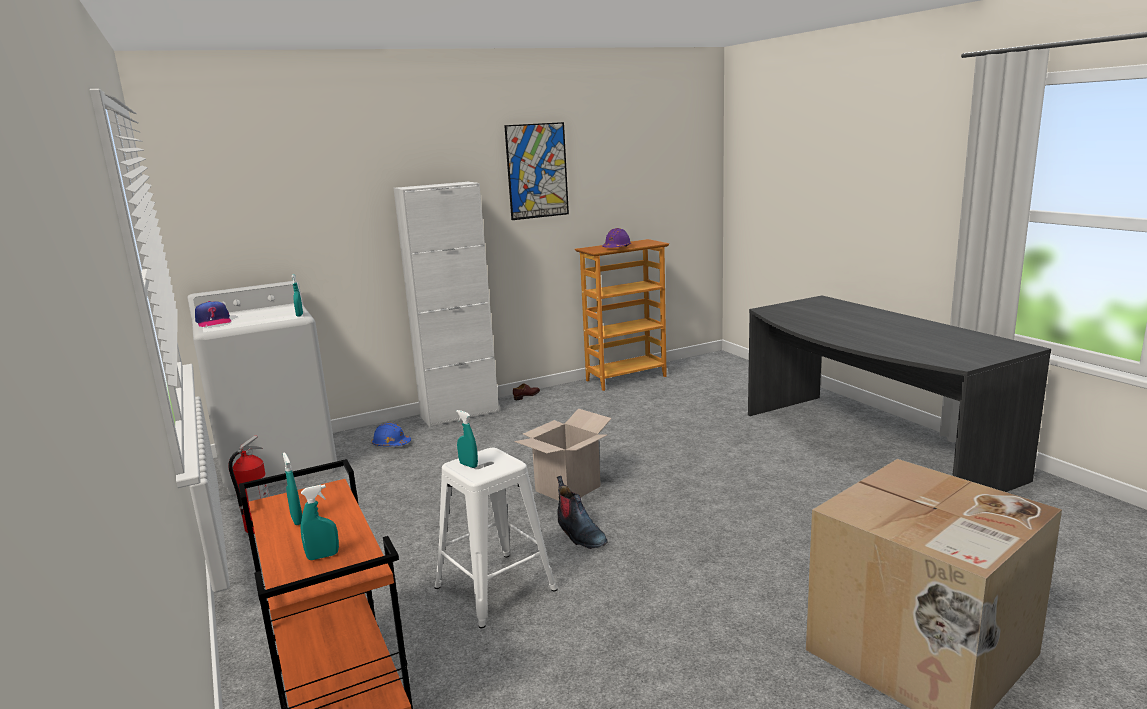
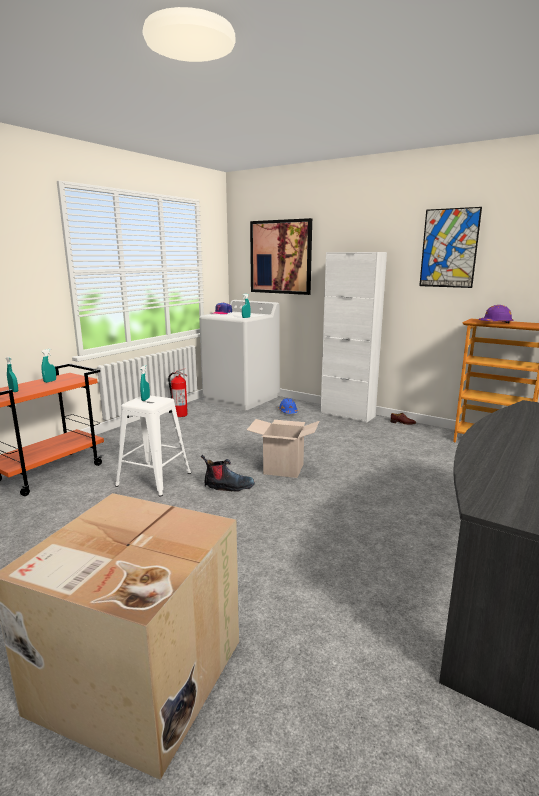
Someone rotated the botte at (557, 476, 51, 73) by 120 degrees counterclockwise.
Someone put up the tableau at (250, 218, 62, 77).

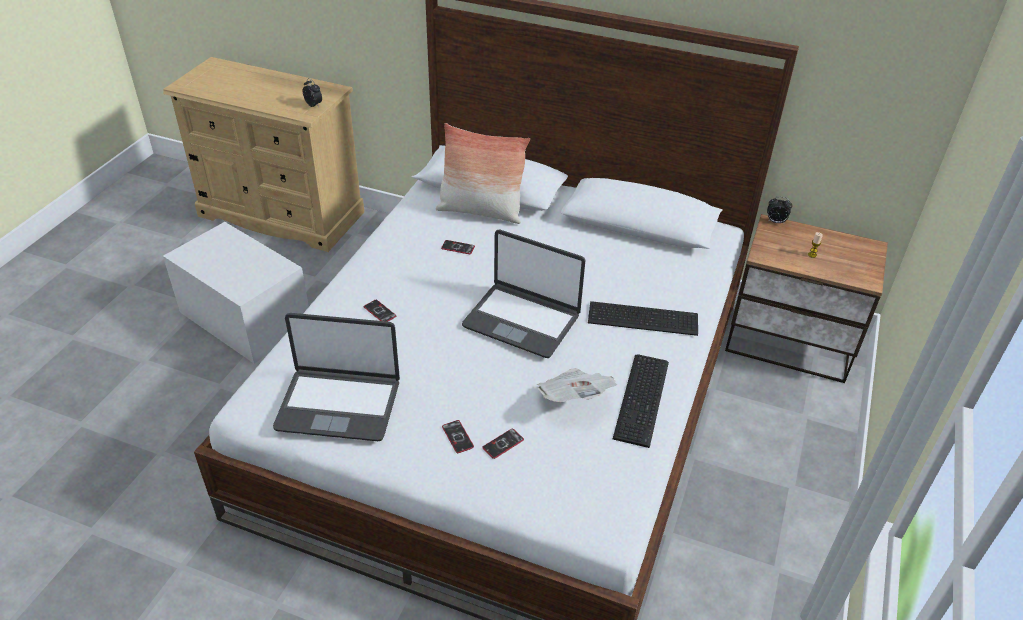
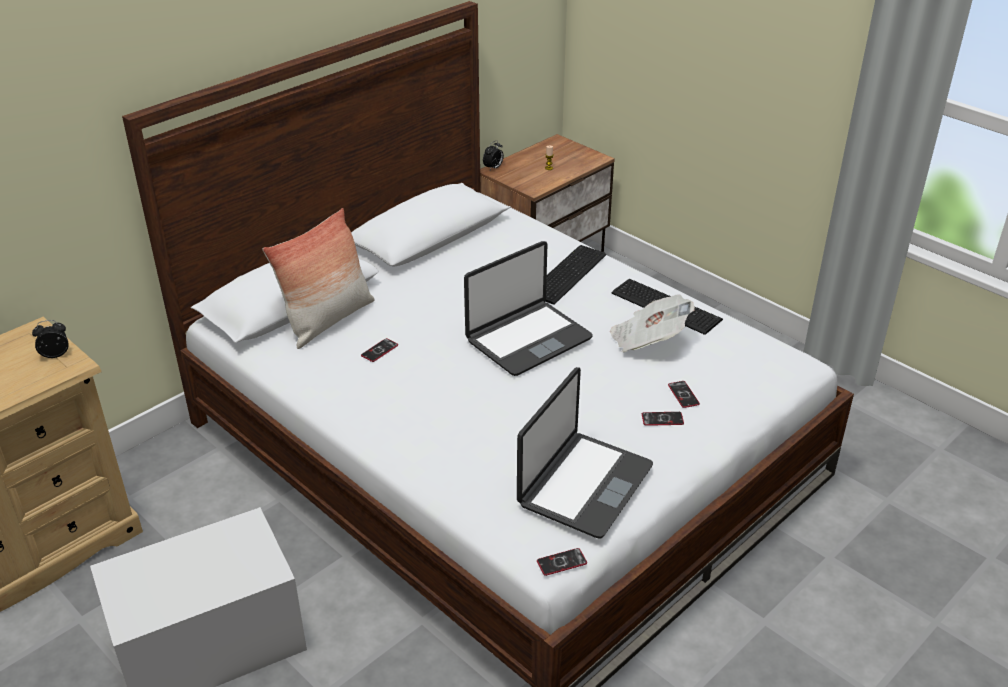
Someone carried the téléphone from (364, 300, 32, 22) to (537, 548, 50, 28).

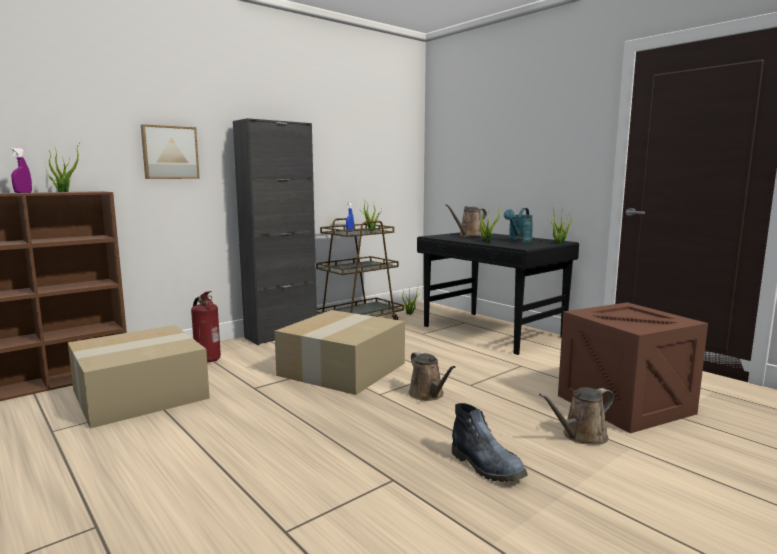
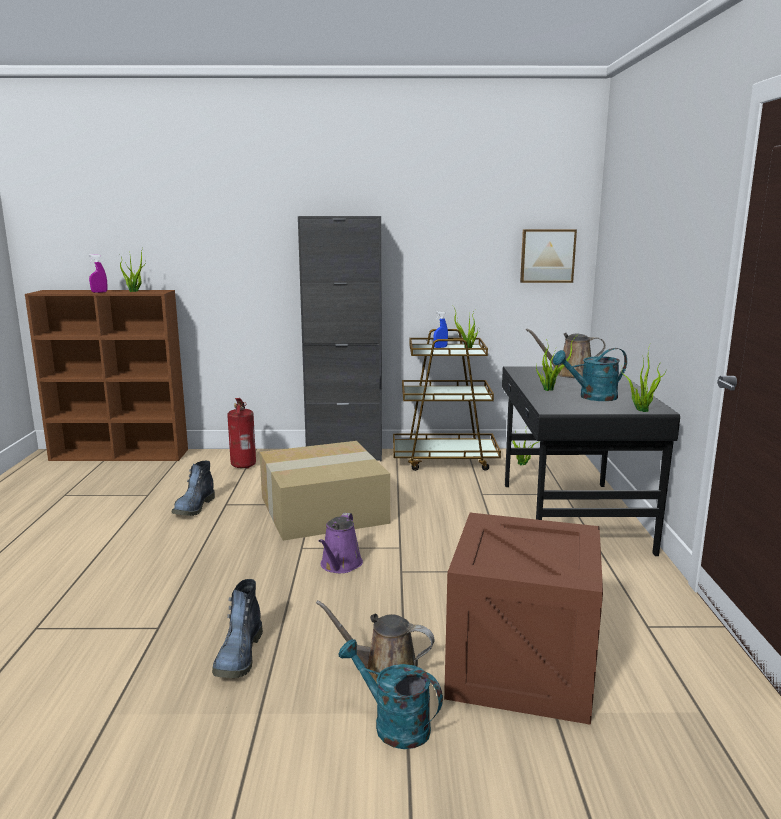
Someone put down the botte at (172, 461, 43, 55).
Someone repainted the arrosoir (marron) at (409, 352, 47, 49), which became the arrosoir (violet) at (319, 513, 44, 60).
Someone put down the arrosoir (turquoise) at (338, 639, 105, 110).
Someone carried the tableau from (141, 124, 59, 55) to (520, 229, 57, 54).
Someone took away the carton at (68, 325, 142, 103).

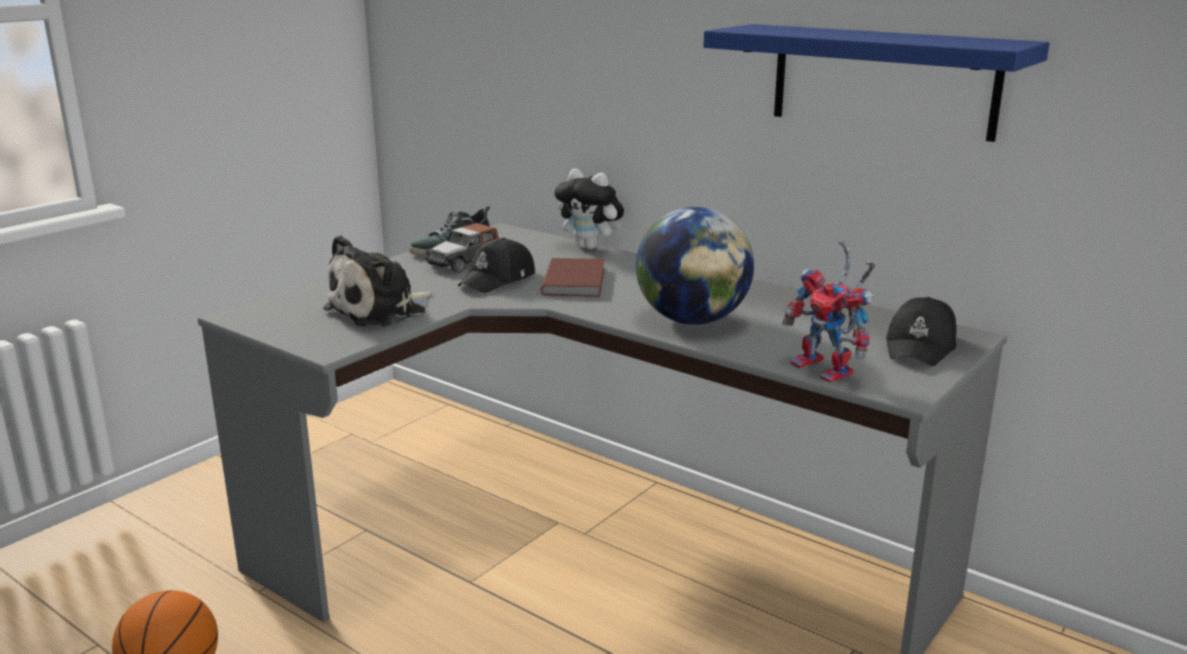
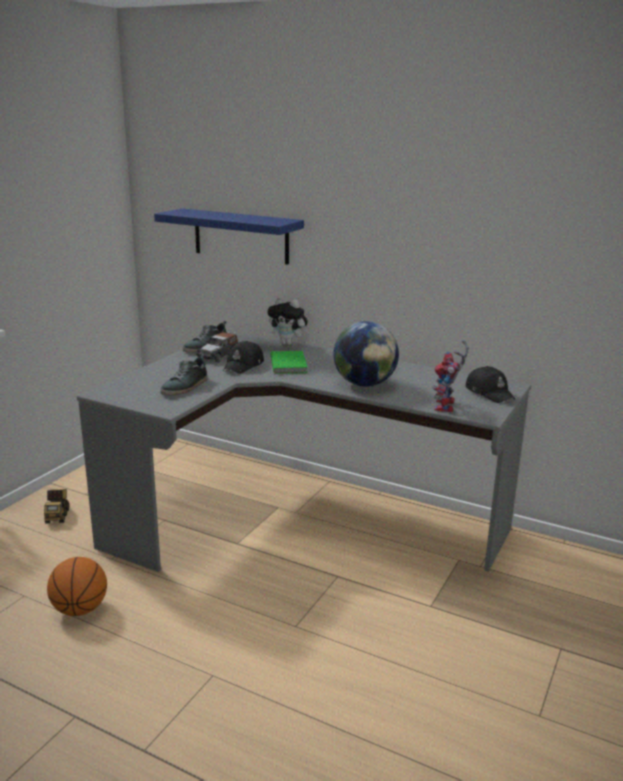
Someone put down the camion jouet at (44, 489, 25, 34).
Someone carried the étagère (bleu) from (703, 24, 347, 118) to (154, 208, 150, 56).
Someone swapped the peluche at (323, 235, 109, 92) for the chaussure at (160, 354, 47, 41).
Someone repainted the livre (marron) at (541, 258, 64, 39), which became the livre (vert) at (271, 351, 37, 23).
Someone rotated the robot jouet at (782, 239, 93, 144) by 60 degrees clockwise.
Someone rotated the casquette (noir) at (886, 297, 71, 69) by 45 degrees counterclockwise.

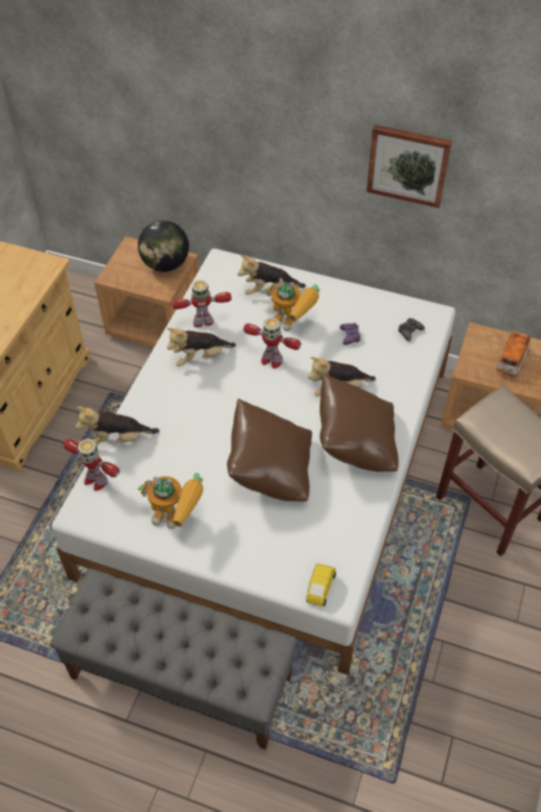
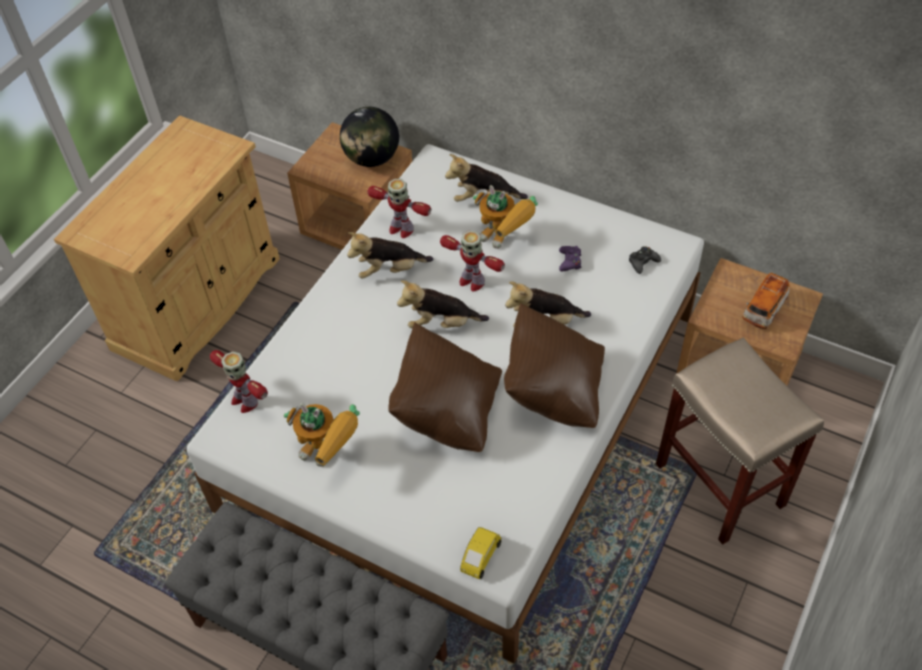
Someone rotated the robot jouet at (172, 280, 60, 47) by 150 degrees counterclockwise.
Someone carried the peluche from (75, 406, 84, 39) to (397, 280, 92, 48).
Someone took away the tableau at (367, 125, 85, 83).

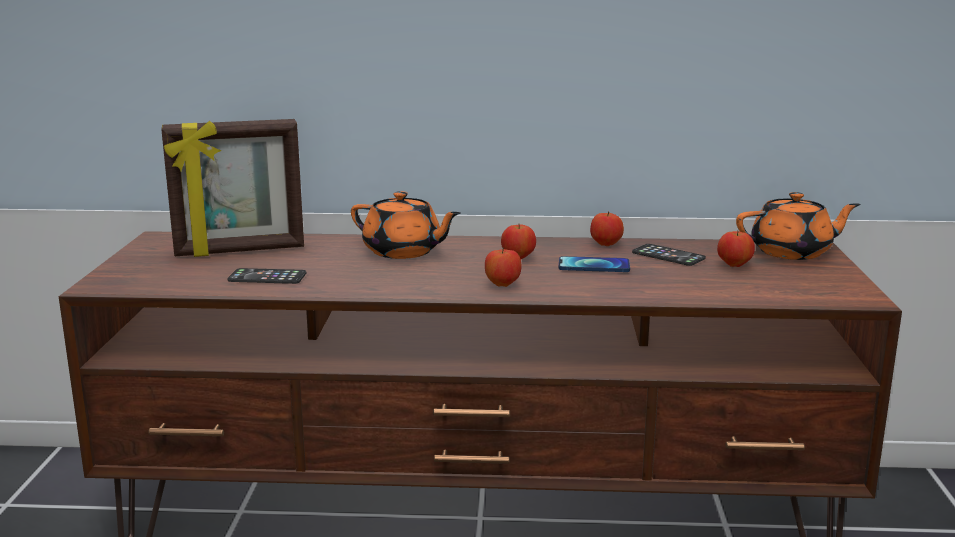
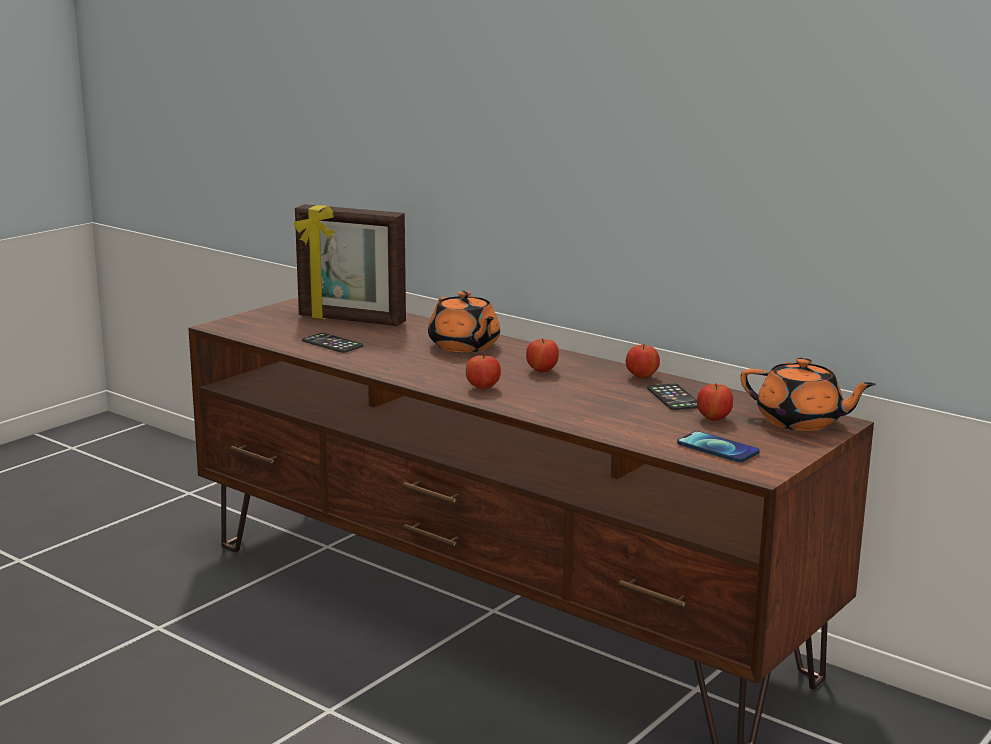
Someone carried the téléphone from (559, 256, 71, 16) to (677, 431, 83, 31).

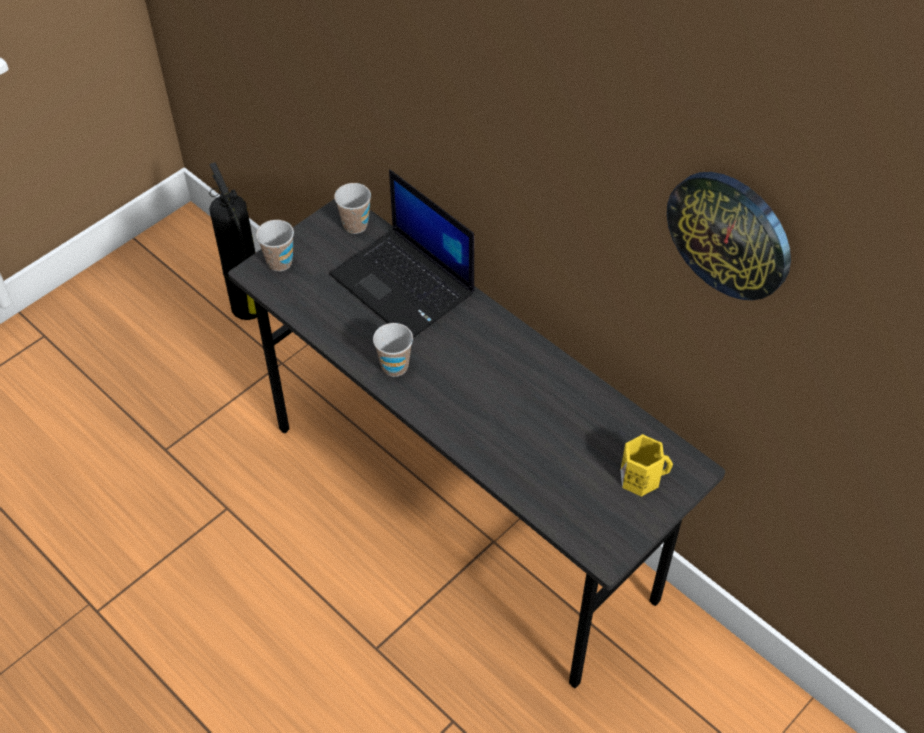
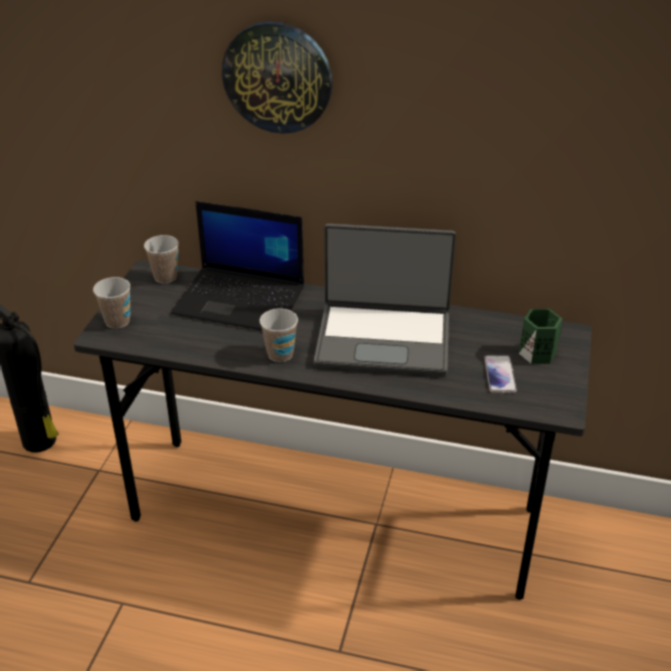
Someone carried the horloge murale from (667, 172, 124, 128) to (222, 21, 111, 113).
Someone put down the ordinateur portable at (314, 224, 142, 152).
Someone put down the téléphone at (484, 355, 33, 38).
Someone repainted the mug (jaune) at (620, 434, 53, 63), which became the mug (vert) at (519, 309, 43, 55).

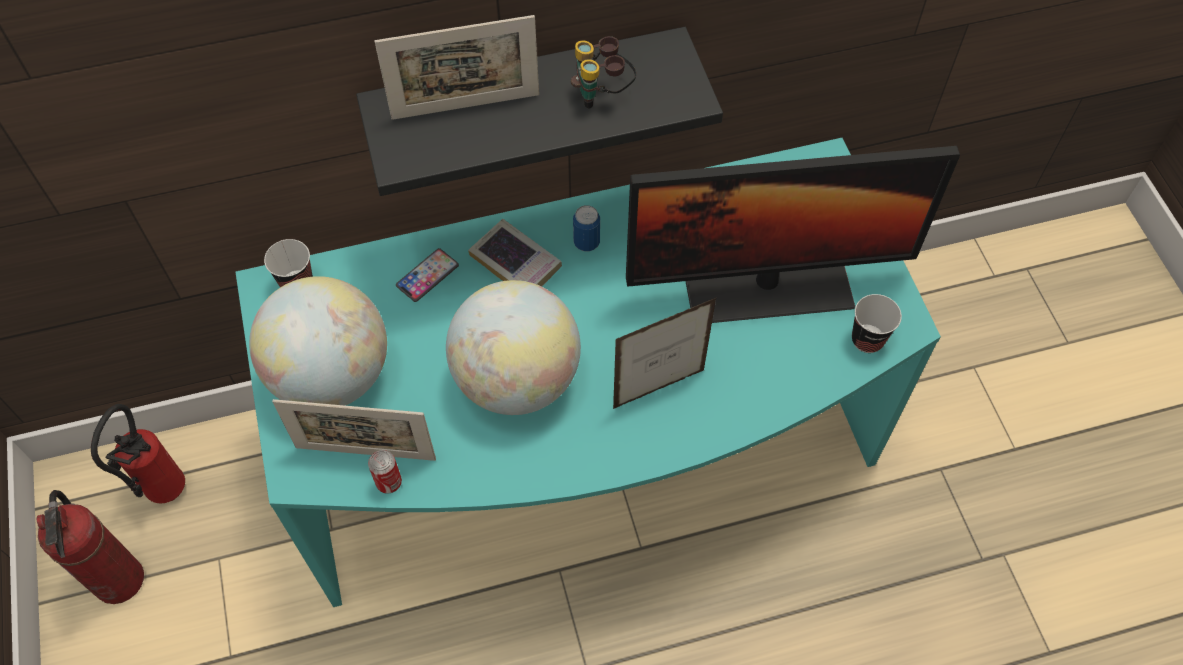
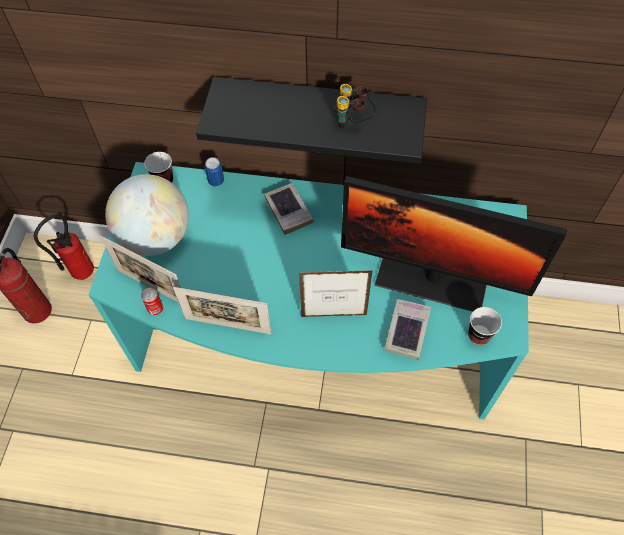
Someone carried the cadre photo from (374, 15, 165, 105) to (173, 287, 98, 47).
Someone carried the boîte métallique from (573, 205, 27, 46) to (205, 157, 19, 30).
Someone put down the livre at (384, 299, 47, 61).
Someone took away the téléphone at (396, 248, 63, 54).
Someone took away the globe at (446, 280, 135, 135).

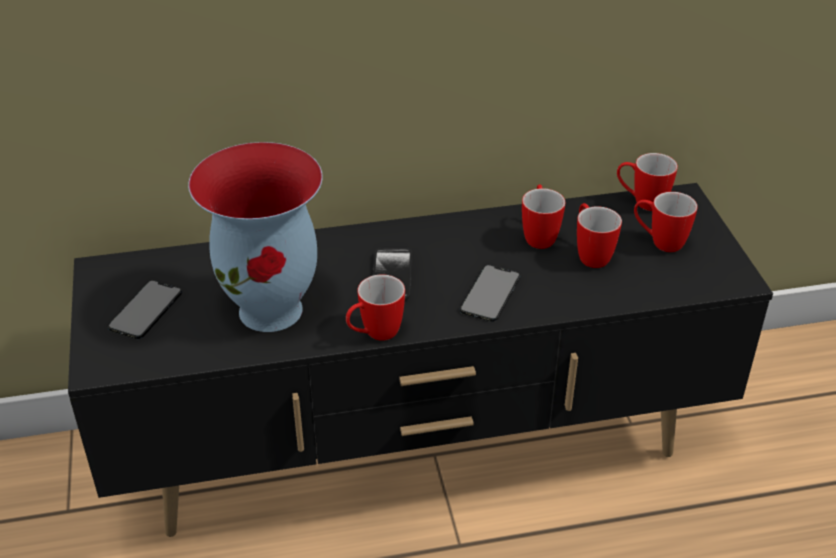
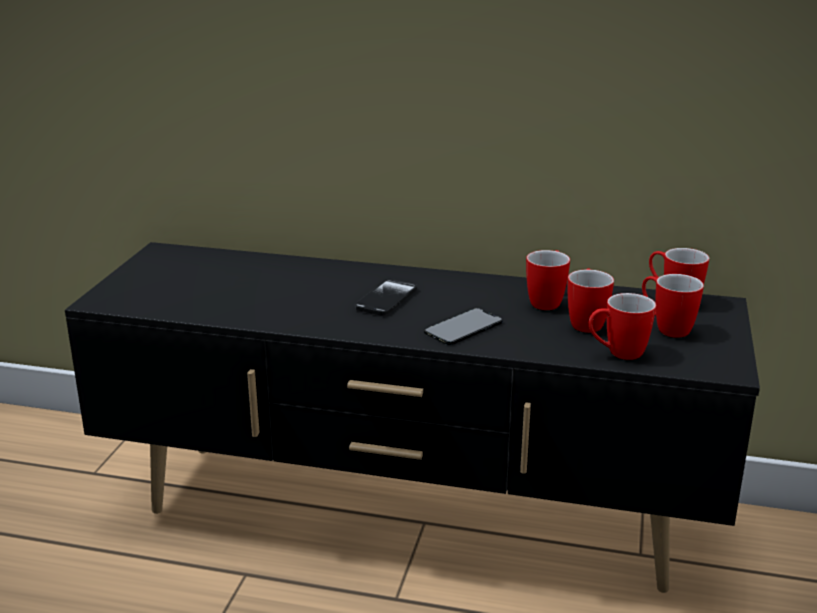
Someone carried the mug from (346, 274, 59, 67) to (589, 293, 67, 67).
Someone took away the téléphone at (108, 280, 74, 59).
Someone took away the vase at (188, 142, 135, 190).

